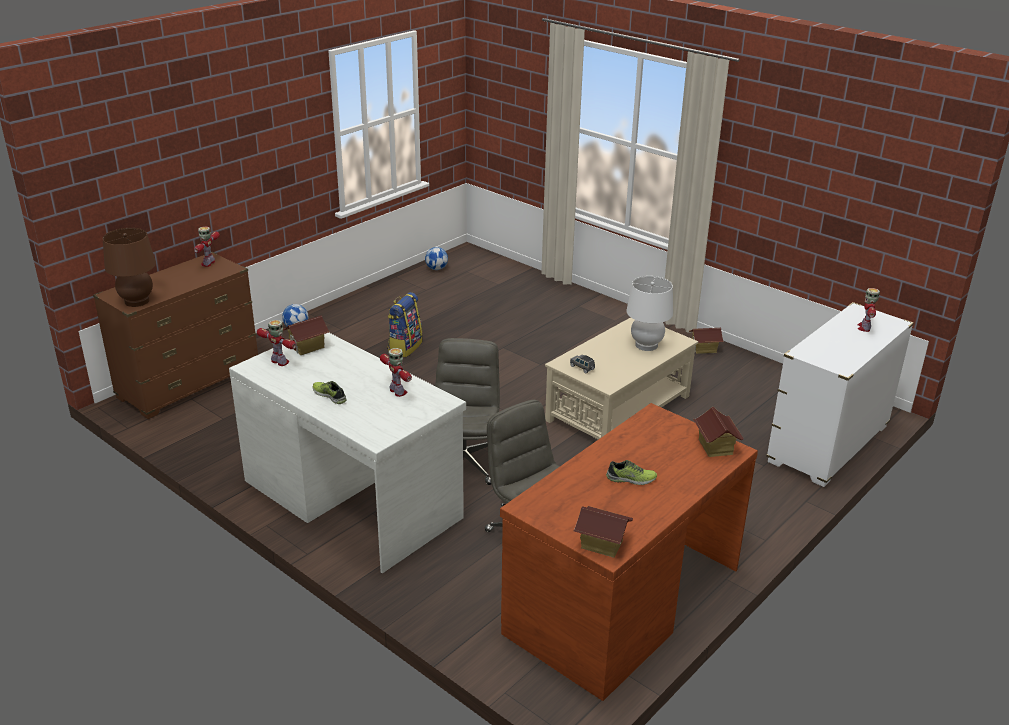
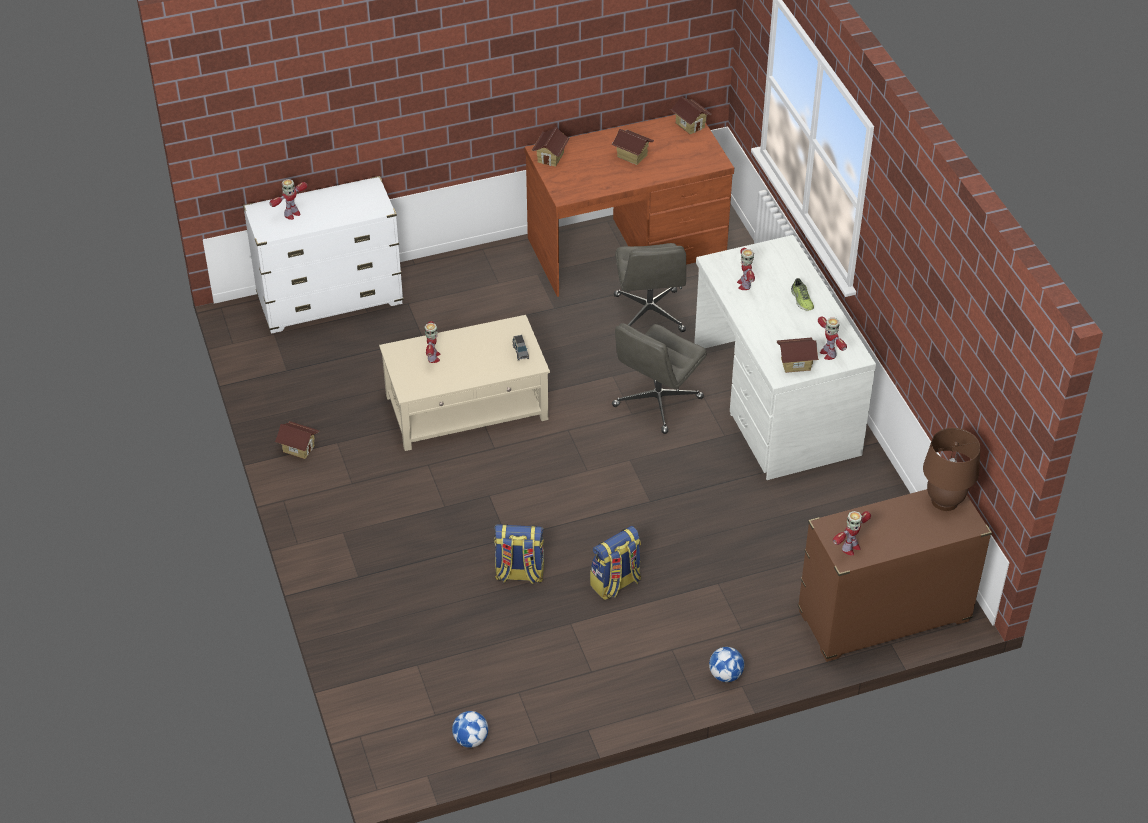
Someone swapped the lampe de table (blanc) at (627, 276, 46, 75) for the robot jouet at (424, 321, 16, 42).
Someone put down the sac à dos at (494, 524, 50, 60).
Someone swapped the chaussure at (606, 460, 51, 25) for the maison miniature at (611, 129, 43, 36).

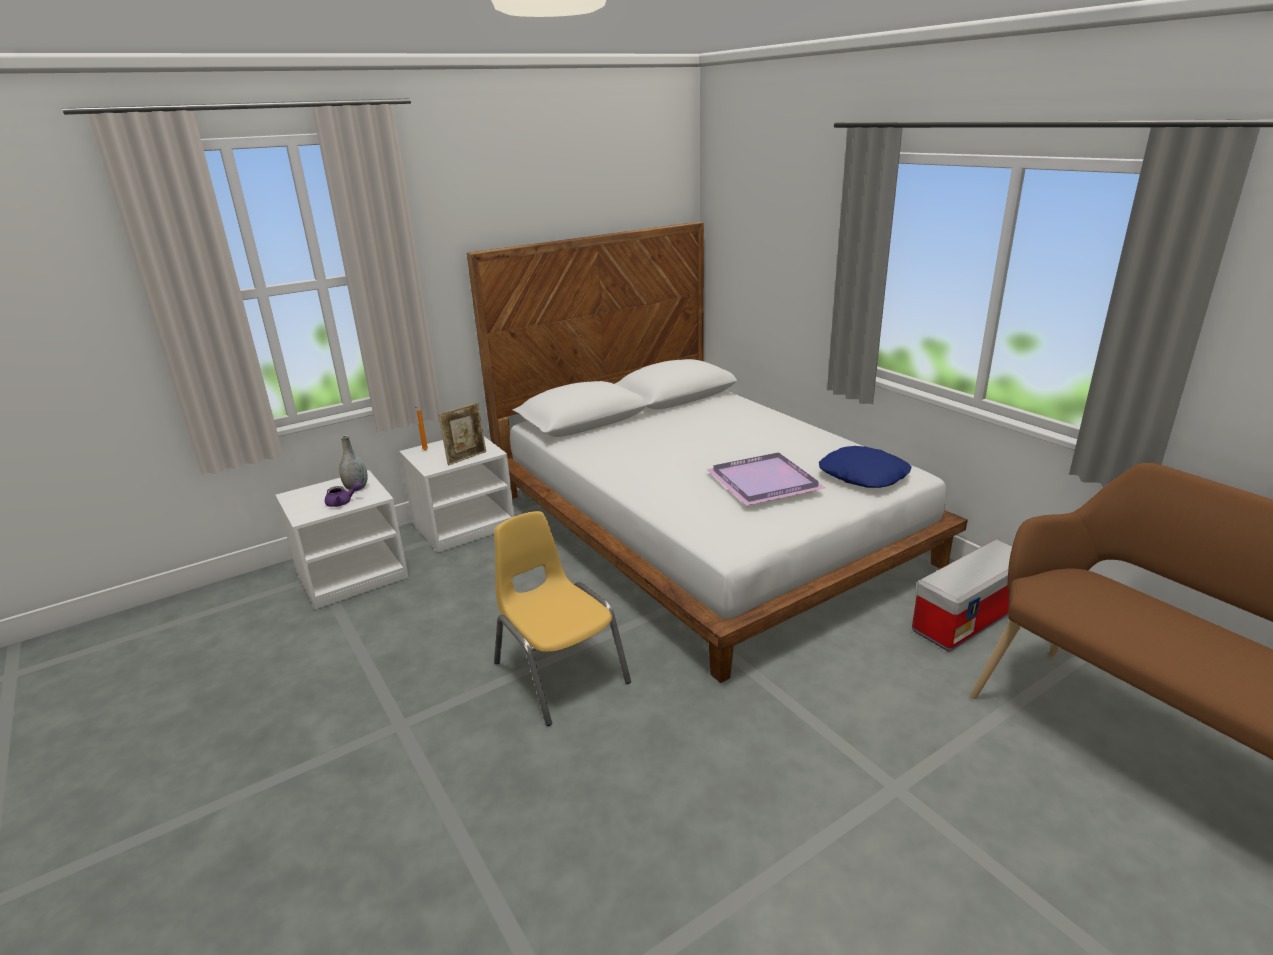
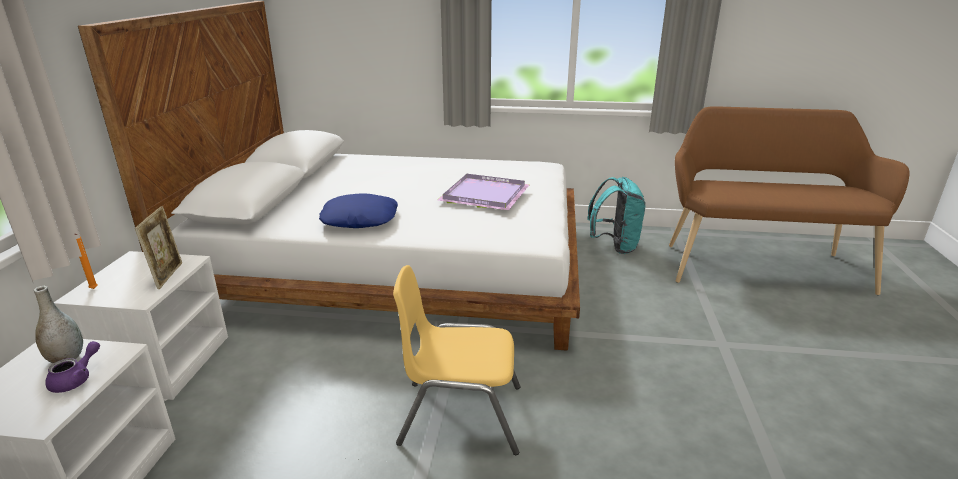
Someone carried the coussin (bleu) from (819, 446, 93, 42) to (319, 193, 79, 35).
Someone swapped the boîte de rangement at (912, 540, 100, 112) for the sac à dos (turquoise) at (587, 177, 59, 77).

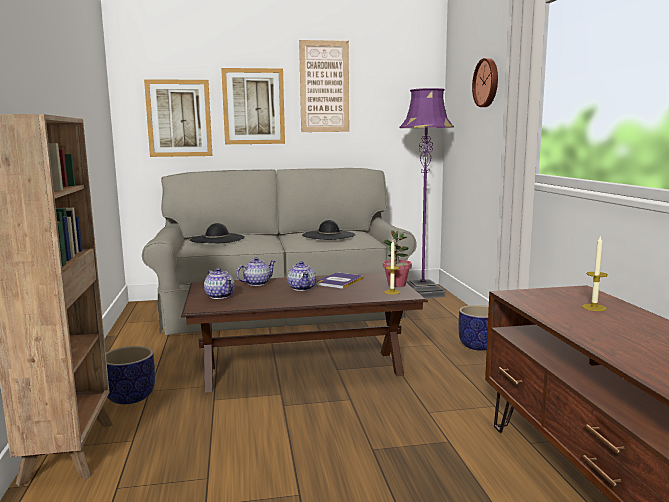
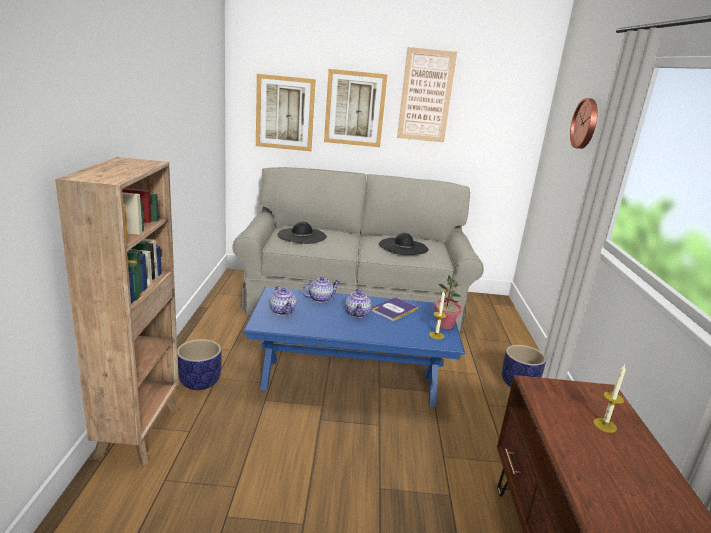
Someone repainted the table basse (marron) at (181, 272, 247, 121), which became the table basse (bleu) at (243, 286, 223, 121).
Someone took away the lampadaire (violet) at (400, 88, 54, 210).

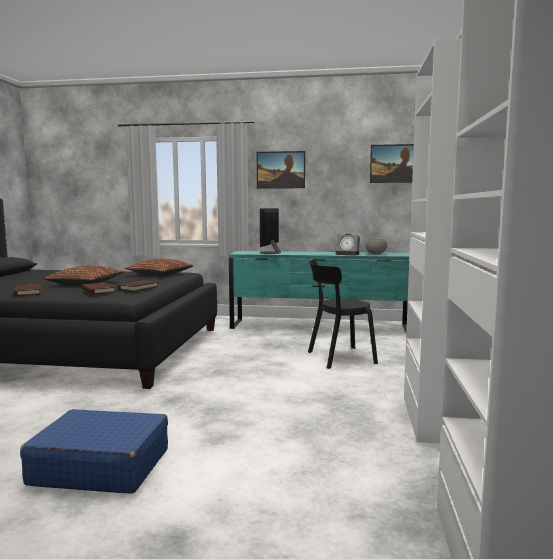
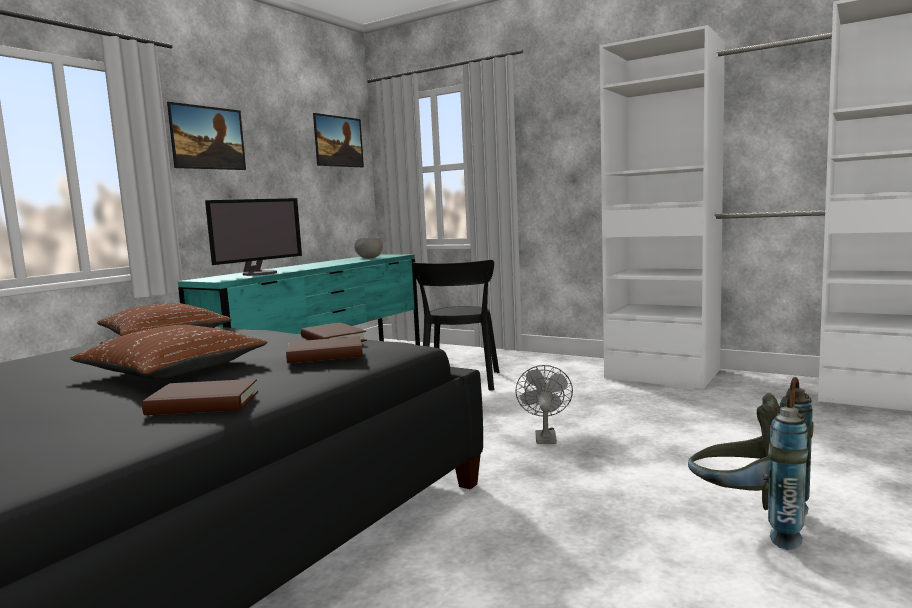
Someone rotated the écran d'ordinateur at (260, 208, 21, 46) by 90 degrees counterclockwise.
Someone put down the ventilateur (gris) at (515, 365, 58, 79).
Someone swapped the valise (bleu) at (20, 409, 148, 85) for the sac à dos (gris) at (688, 377, 126, 173).
Someone took away the réveil at (336, 234, 24, 22).

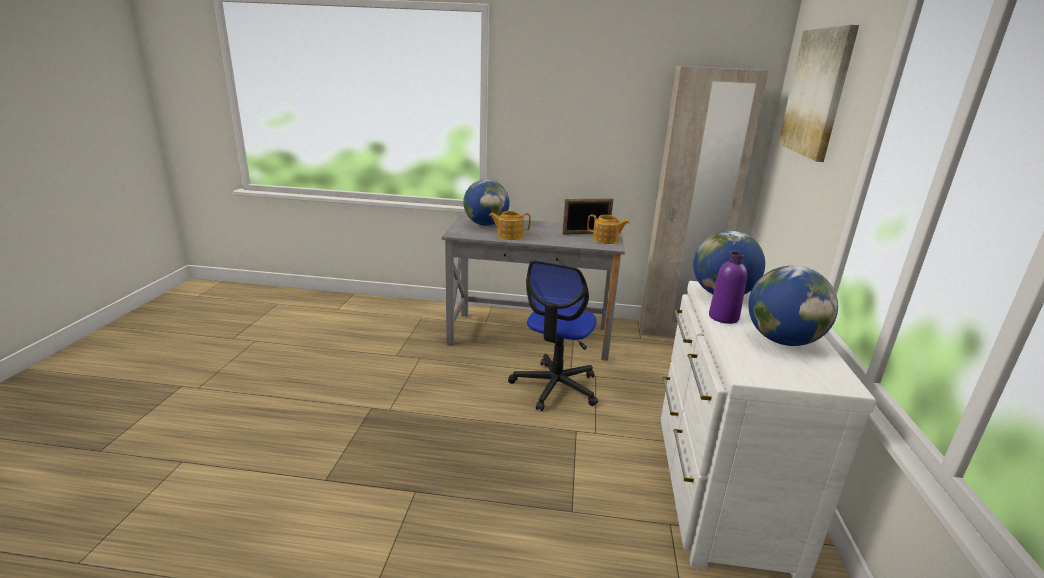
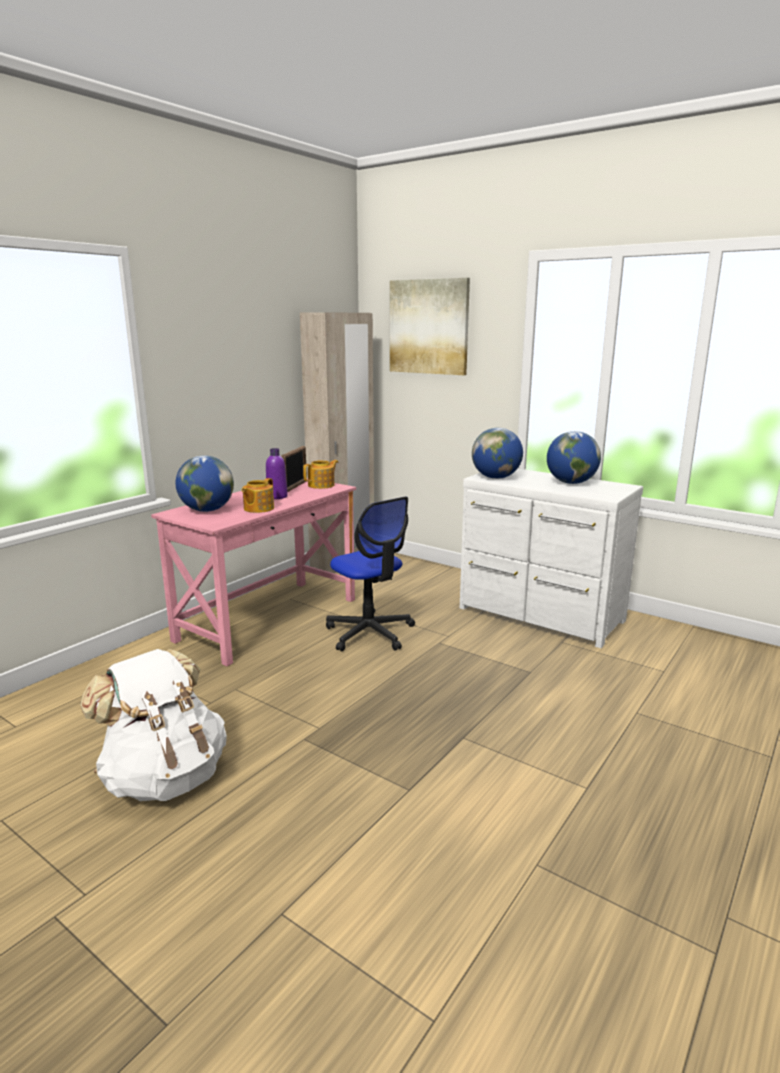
Someone put down the sac à dos (blanc) at (80, 649, 147, 152).
Someone repainted the bureau (gris) at (442, 215, 183, 146), which became the bureau (rose) at (151, 478, 205, 188).
Someone carried the bouteille (violet) from (709, 252, 38, 72) to (266, 448, 22, 51).

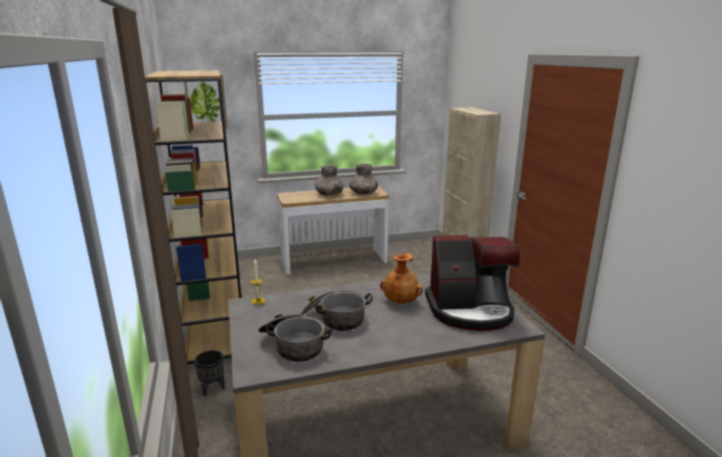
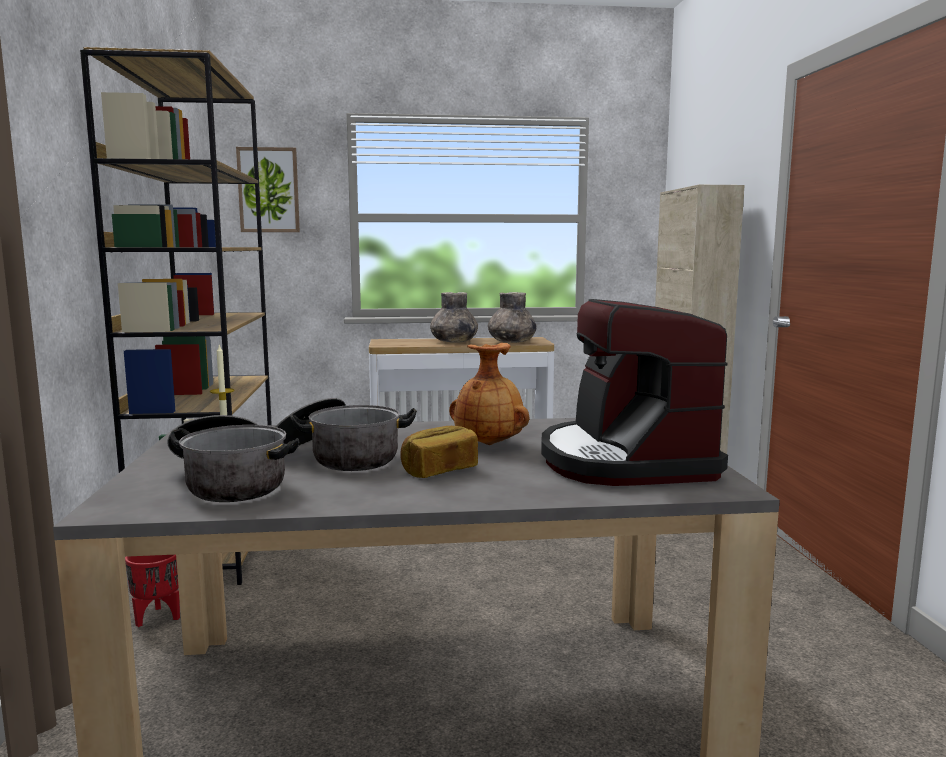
Someone repainted the cache-pot (noir) at (194, 350, 31, 46), which became the cache-pot (rouge) at (125, 555, 55, 72).
Someone put down the pain at (400, 426, 78, 52).
Someone rotated the machine à café at (425, 235, 95, 96) by 75 degrees clockwise.

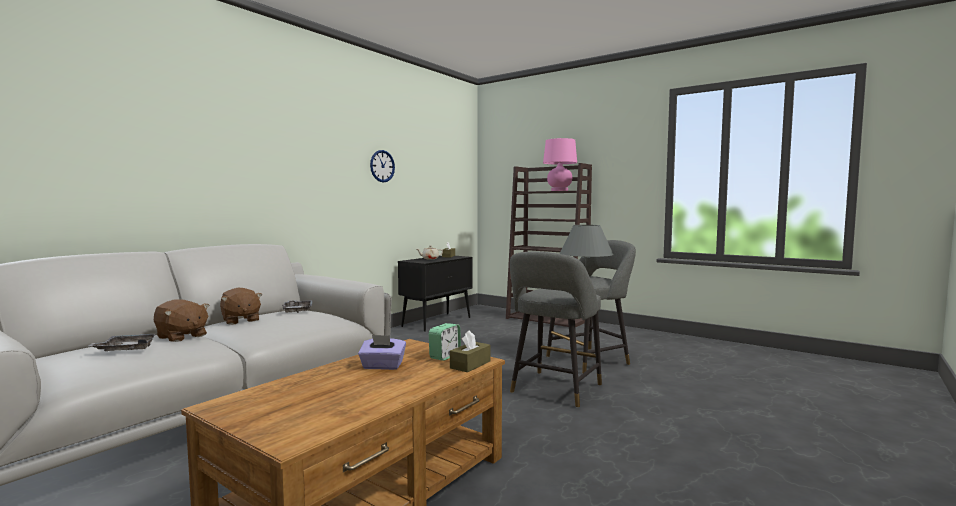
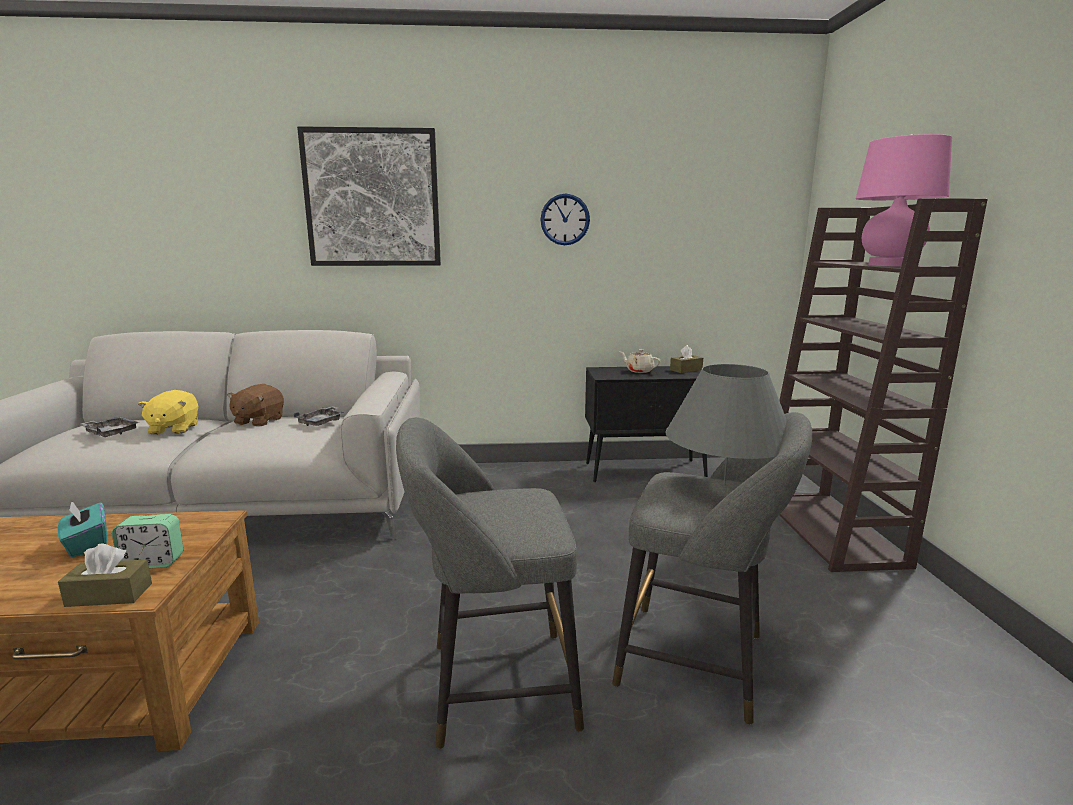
Someone repainted the boîte à mouchoirs (violet) at (358, 335, 48, 35), which became the boîte à mouchoirs (turquoise) at (58, 500, 49, 57).
Someone repainted the peluche (marron) at (154, 299, 56, 43), which became the peluche (jaune) at (138, 390, 60, 45).
Someone put up the tableau at (297, 126, 144, 140).

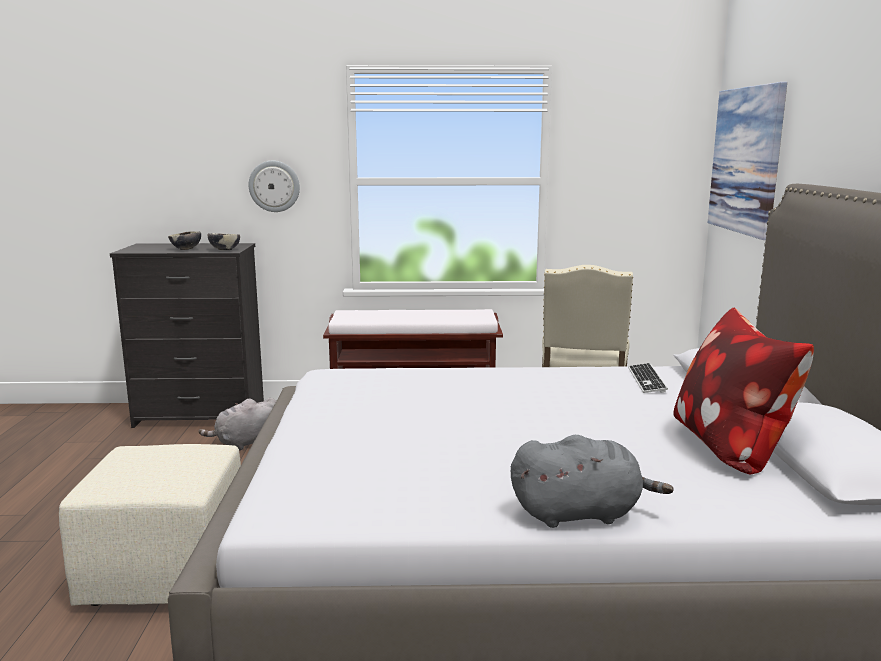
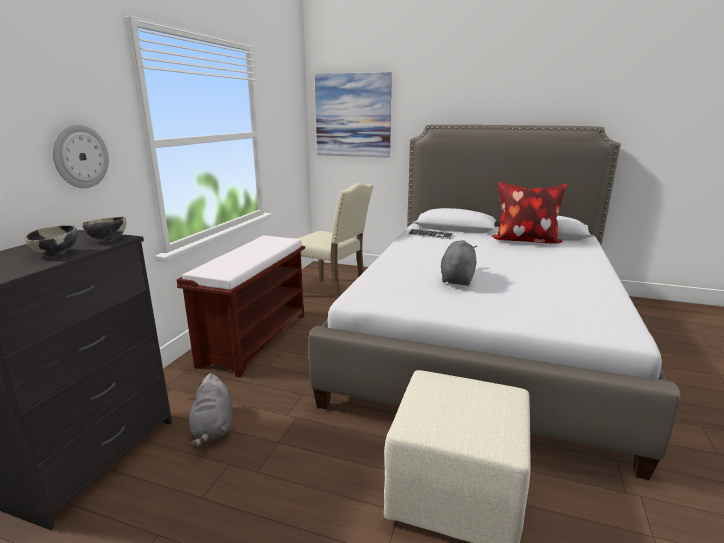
Someone carried the peluche (gris) from (511, 435, 163, 93) to (441, 240, 36, 46).

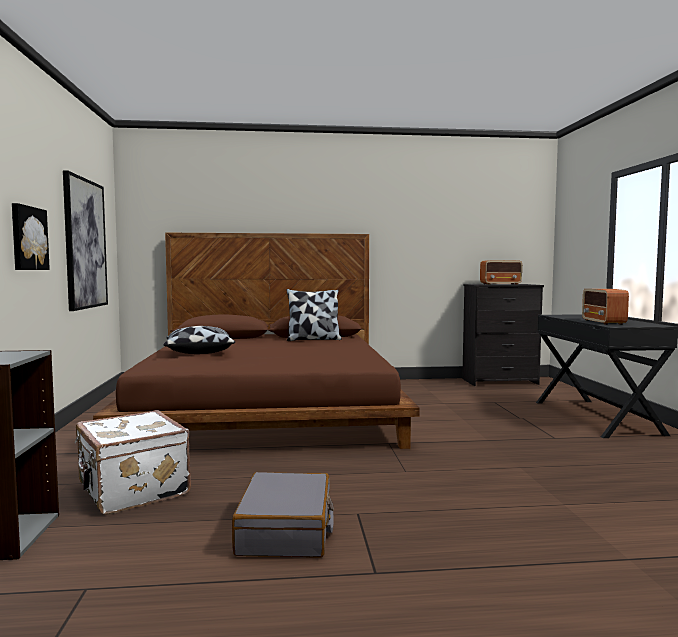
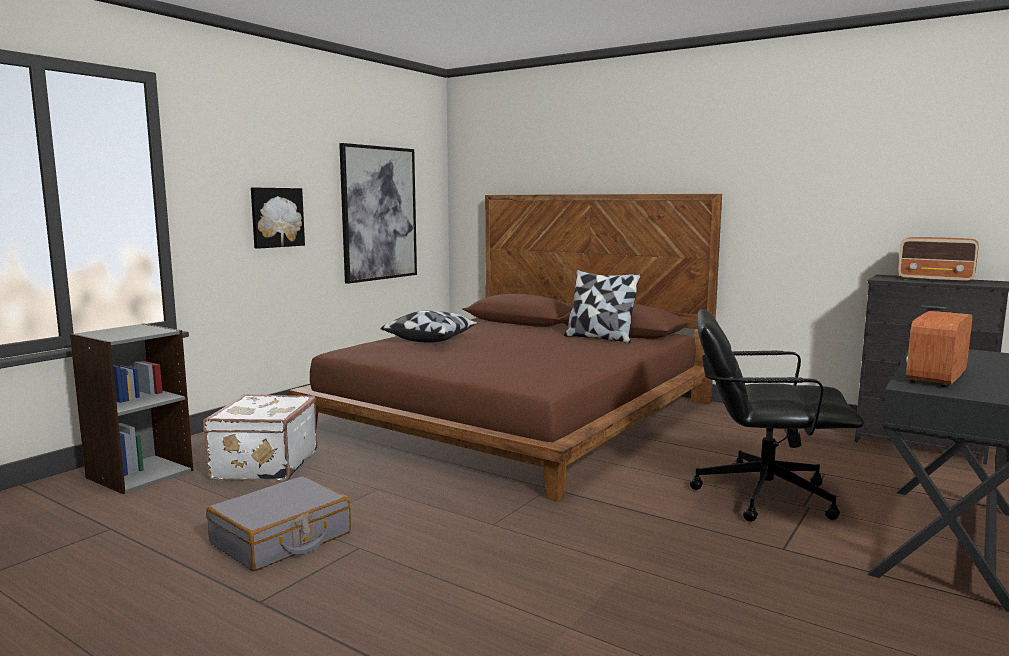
Someone put down the chaise de bureau (noir) at (690, 309, 174, 213).

